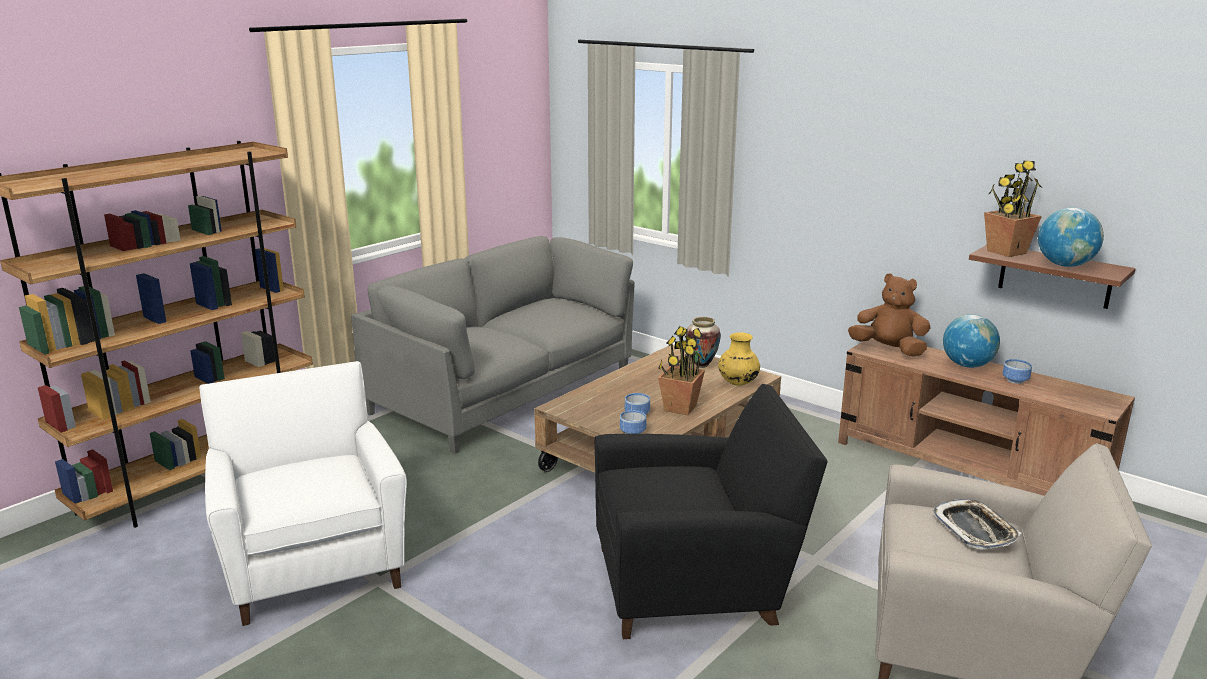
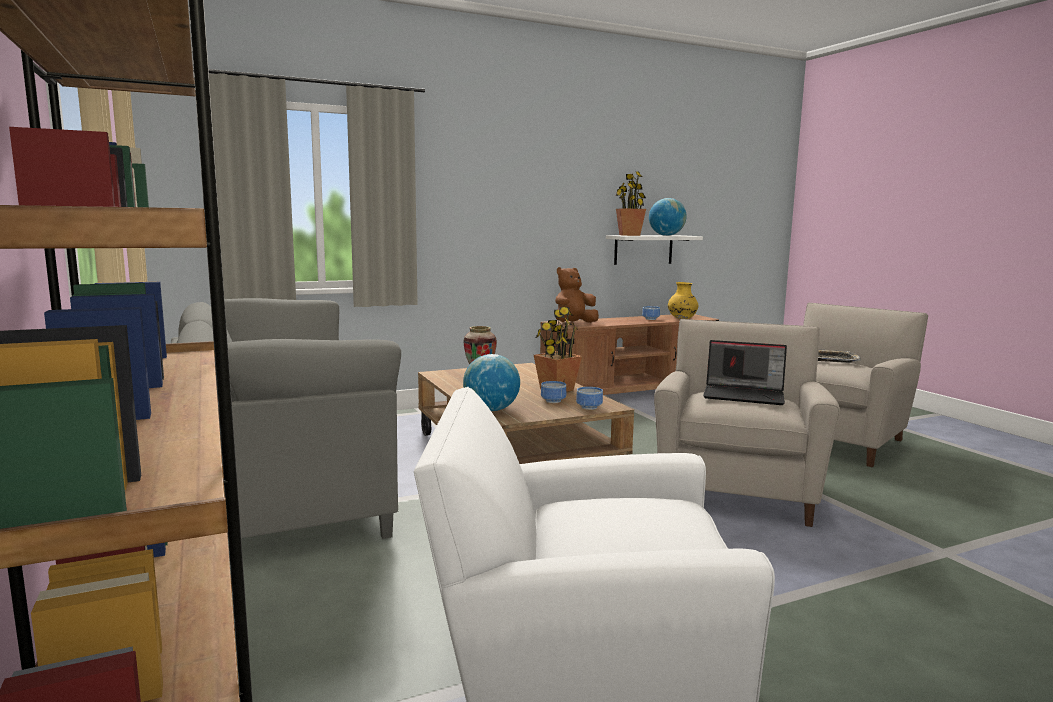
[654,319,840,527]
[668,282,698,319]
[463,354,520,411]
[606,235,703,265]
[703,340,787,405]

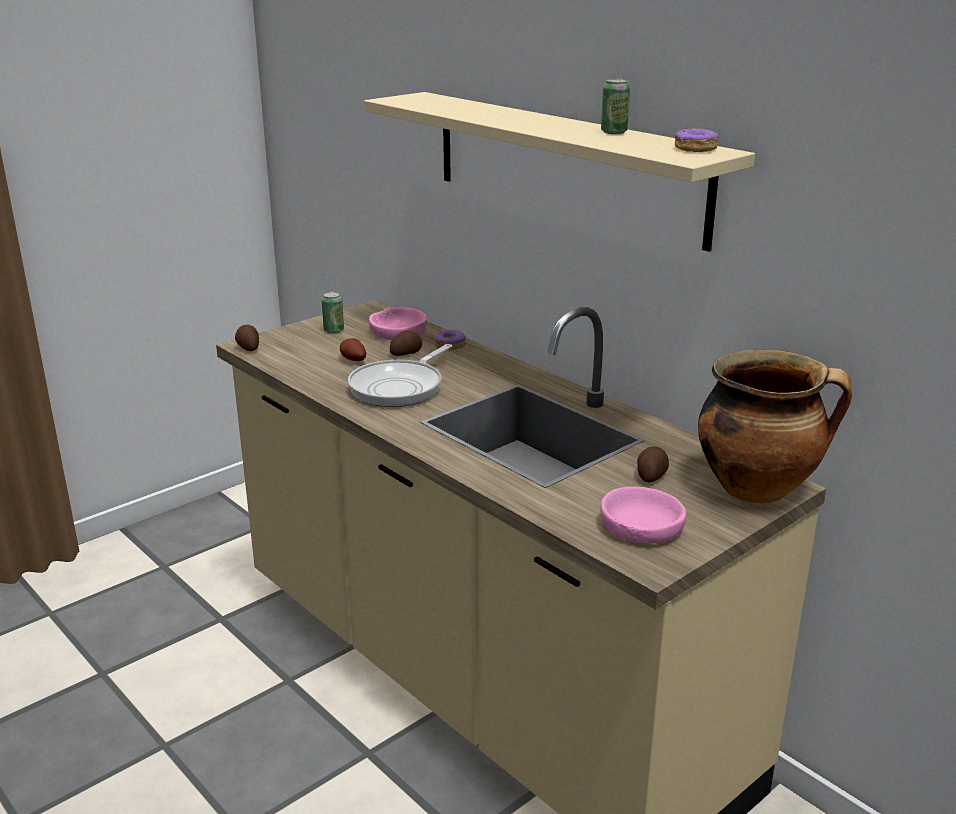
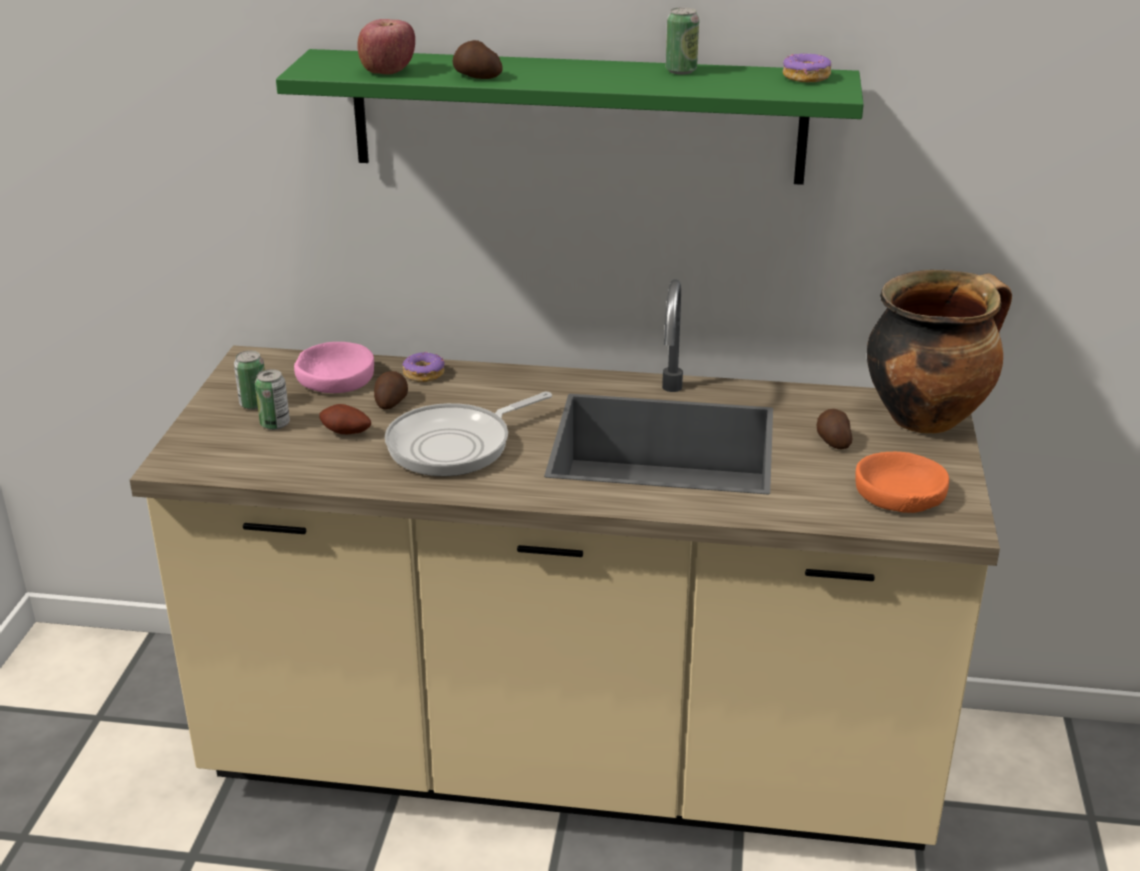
[452,40,503,79]
[385,392,552,476]
[276,49,864,185]
[855,452,949,513]
[255,369,290,430]
[357,19,415,75]

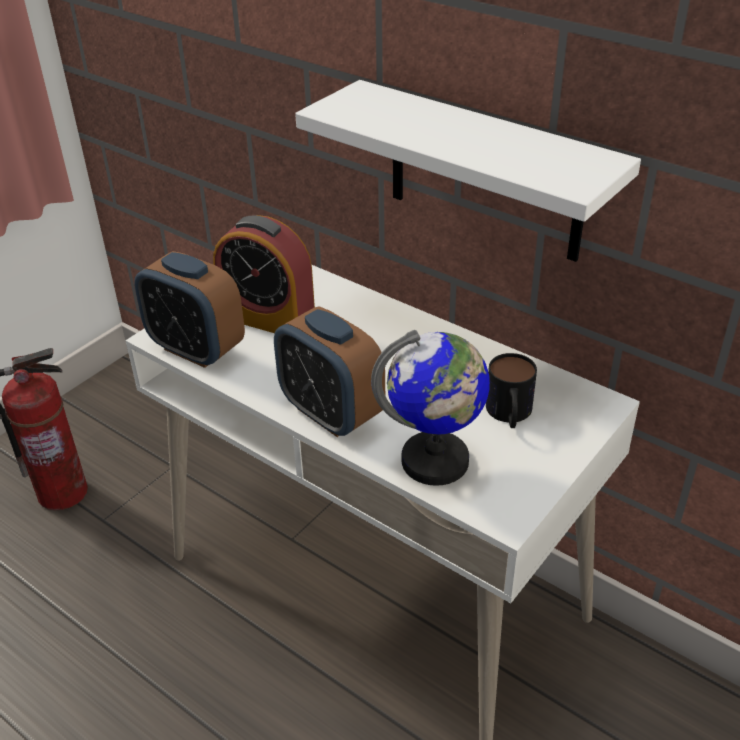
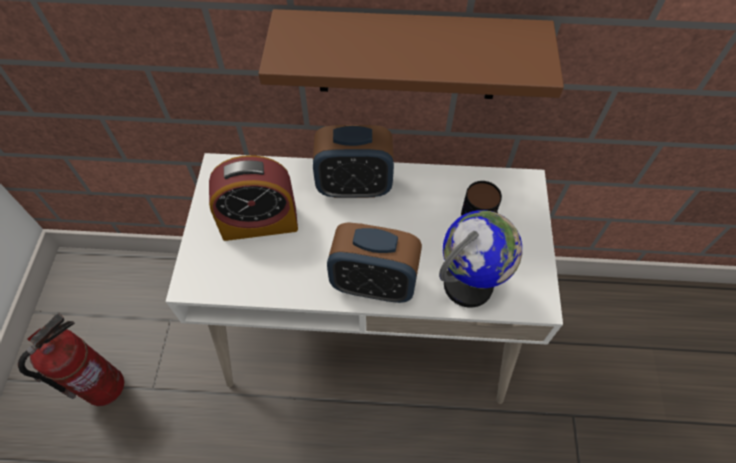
[313,125,394,198]
[258,9,564,99]

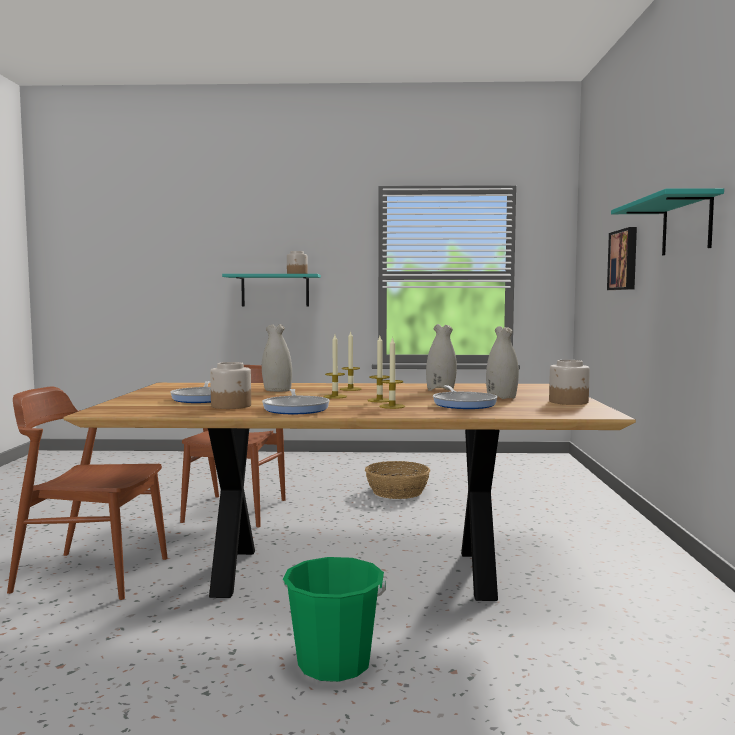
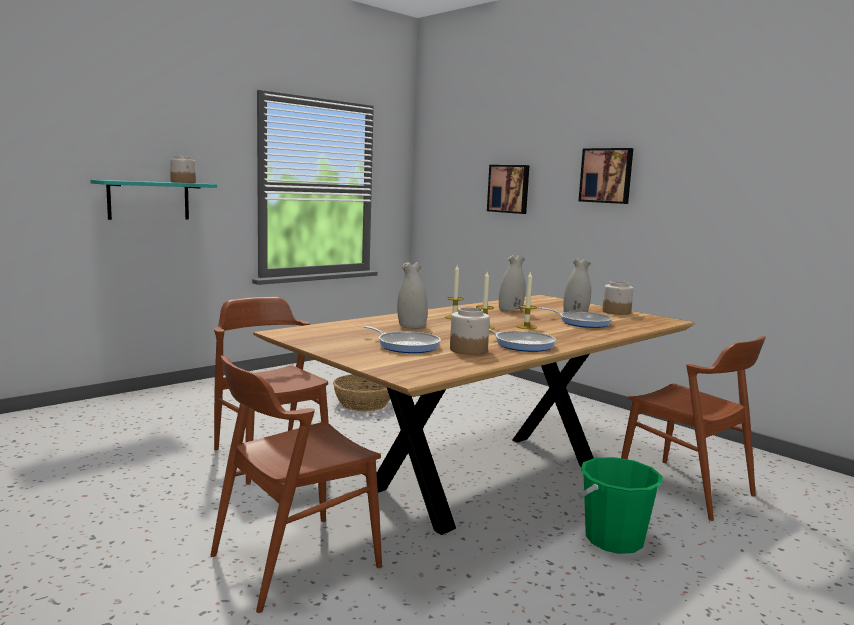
[379,337,405,409] (first image)
[579,148,633,204]
[621,336,766,521]

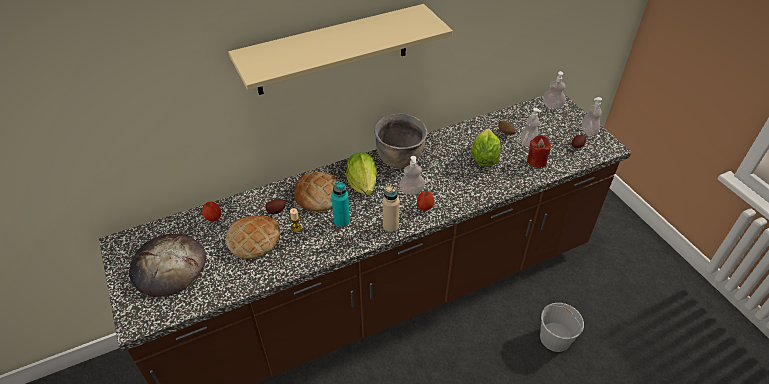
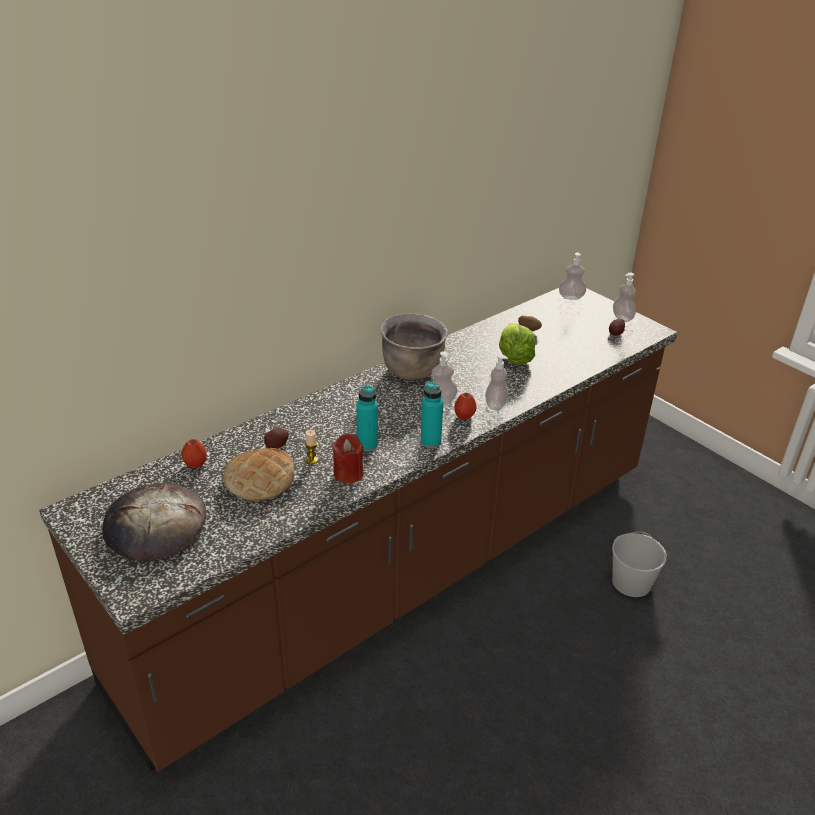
[228,4,453,95] (first image)
[294,172,340,211] (first image)
[346,152,377,195] (first image)
[421,381,443,448]
[485,354,508,410]
[332,434,363,483]

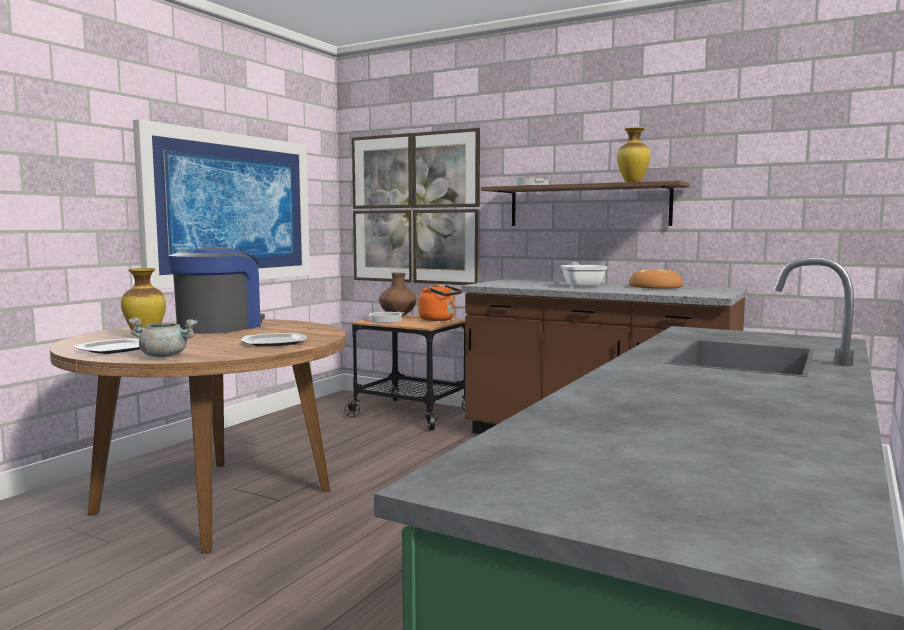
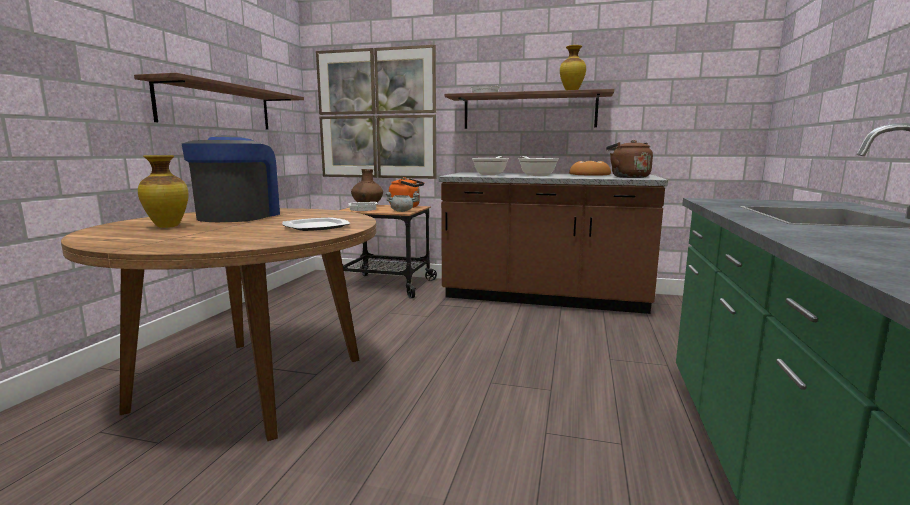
[74,338,140,354] (first image)
[385,192,419,212]
[134,73,304,130]
[472,156,509,175]
[606,140,653,178]

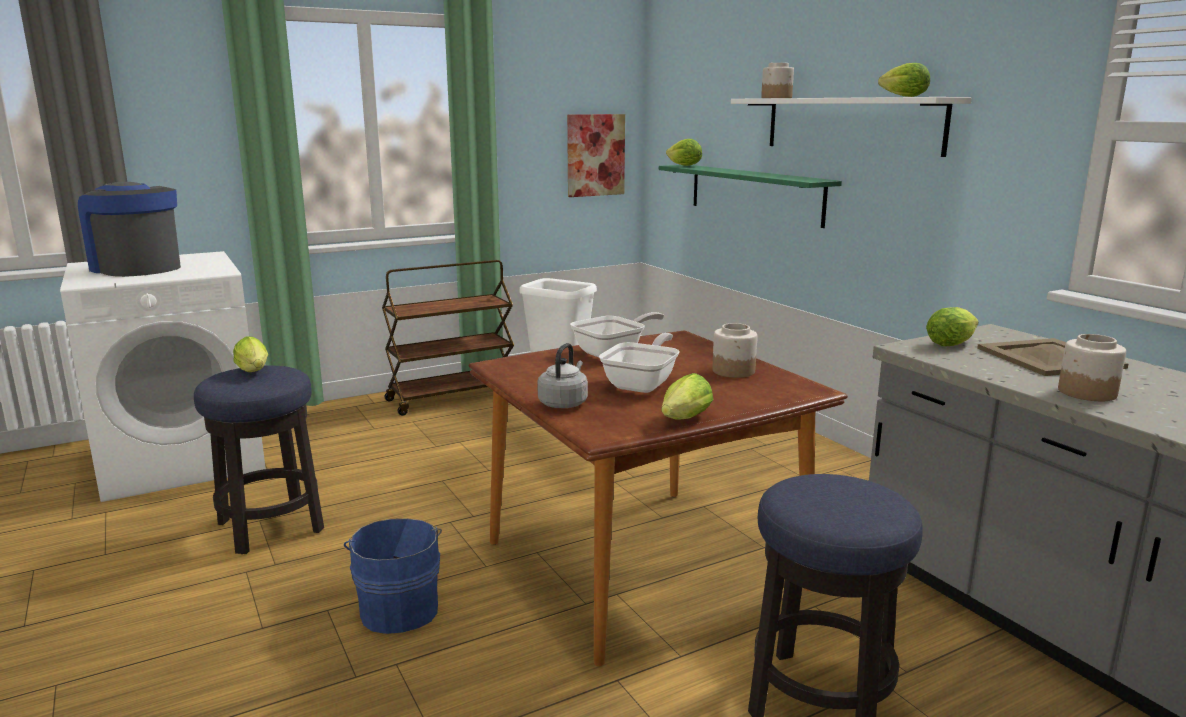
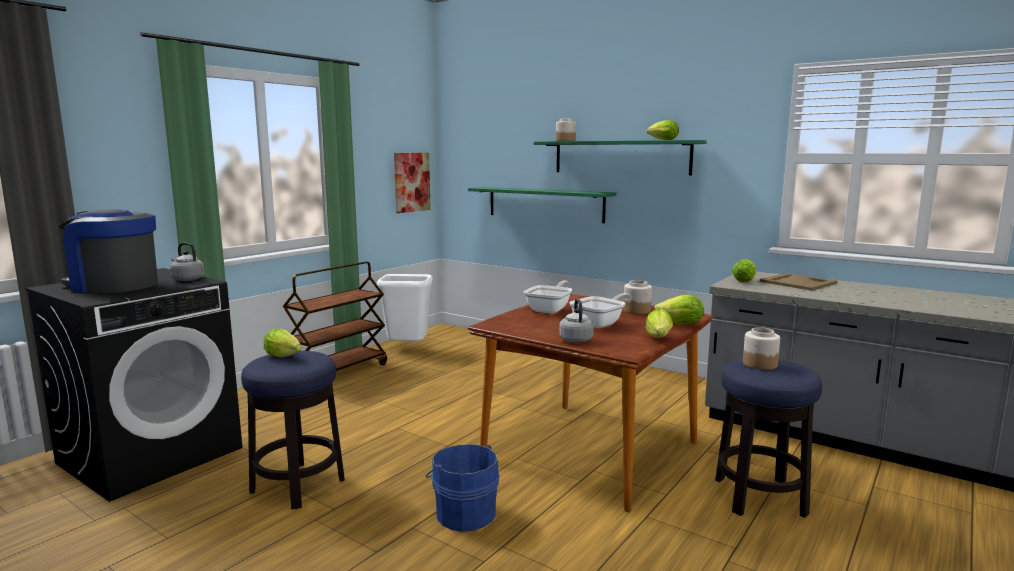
[25,268,242,502]
[569,293,632,328]
[654,295,704,324]
[534,140,707,175]
[743,327,780,370]
[170,243,204,281]

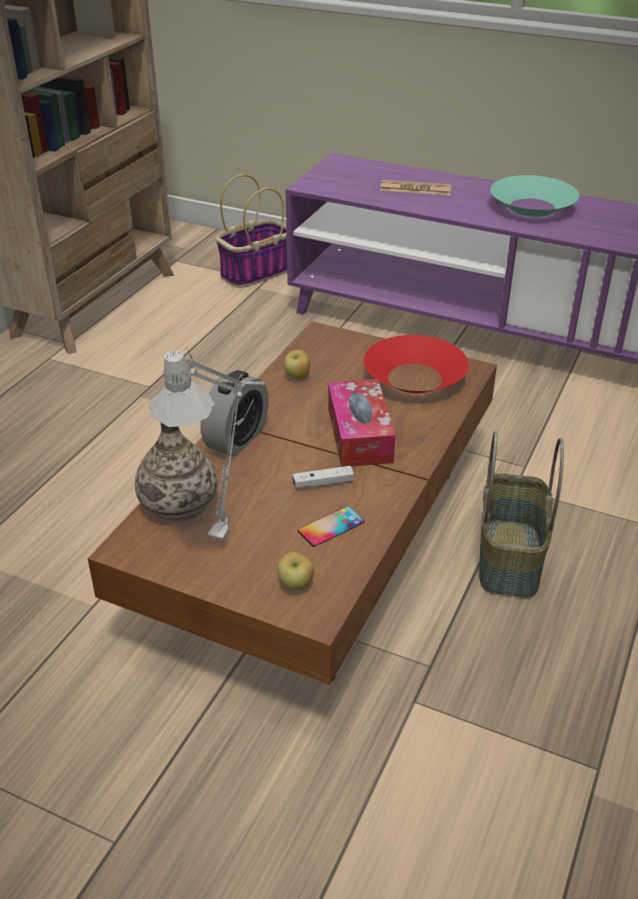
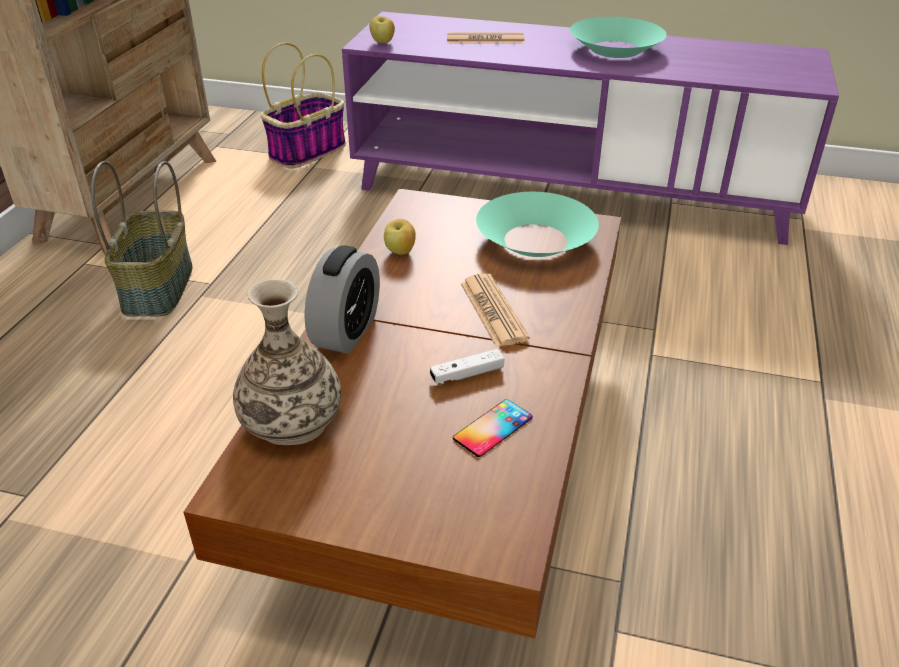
[151,346,265,539] (first image)
[370,16,395,44]
[460,274,530,347]
[476,192,599,257]
[91,161,193,316]

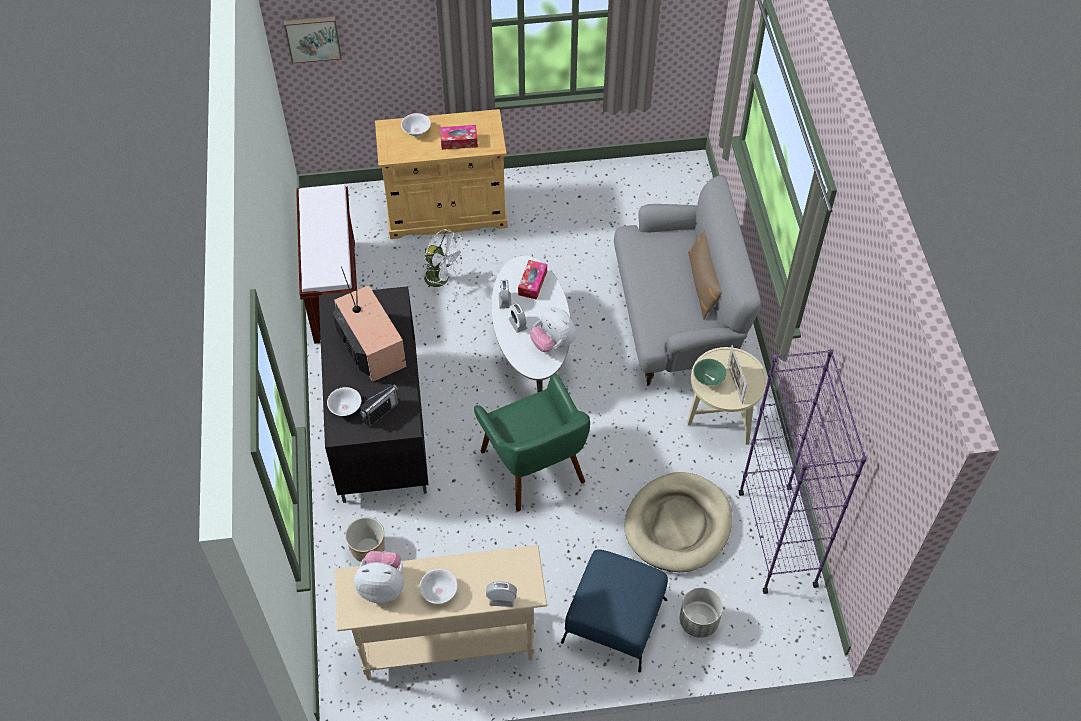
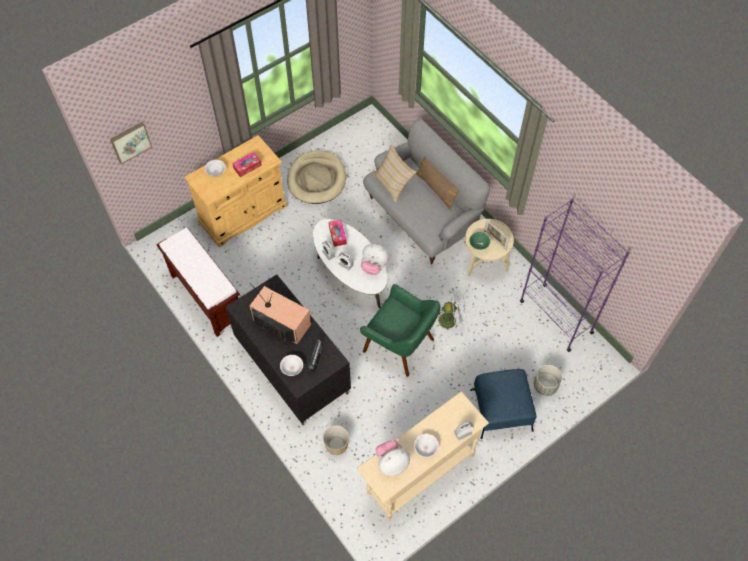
[438,288,466,335]
[287,151,346,204]
[372,144,416,203]

